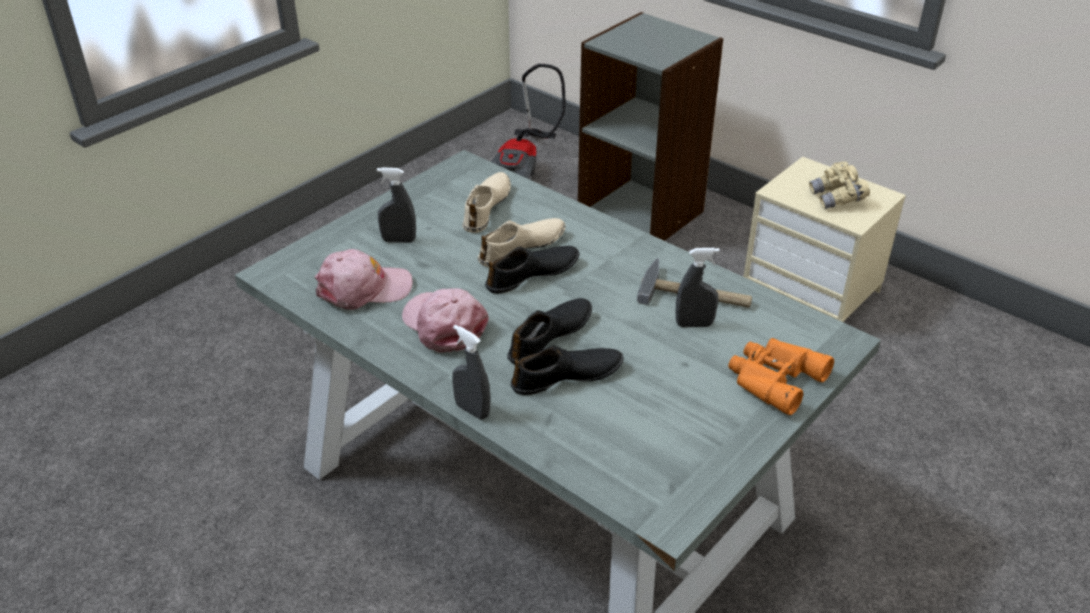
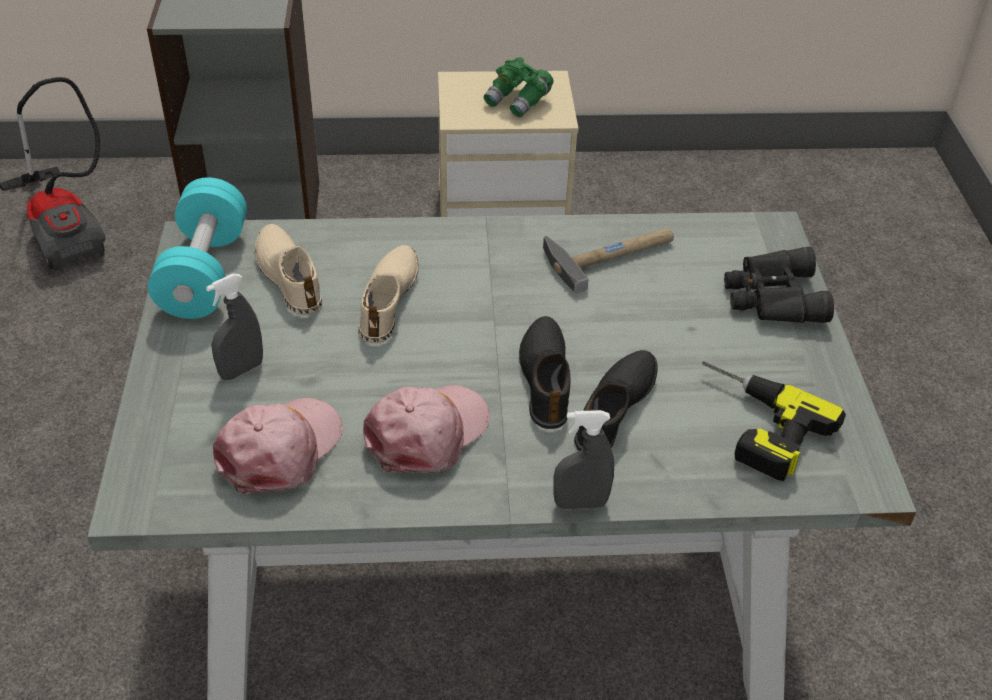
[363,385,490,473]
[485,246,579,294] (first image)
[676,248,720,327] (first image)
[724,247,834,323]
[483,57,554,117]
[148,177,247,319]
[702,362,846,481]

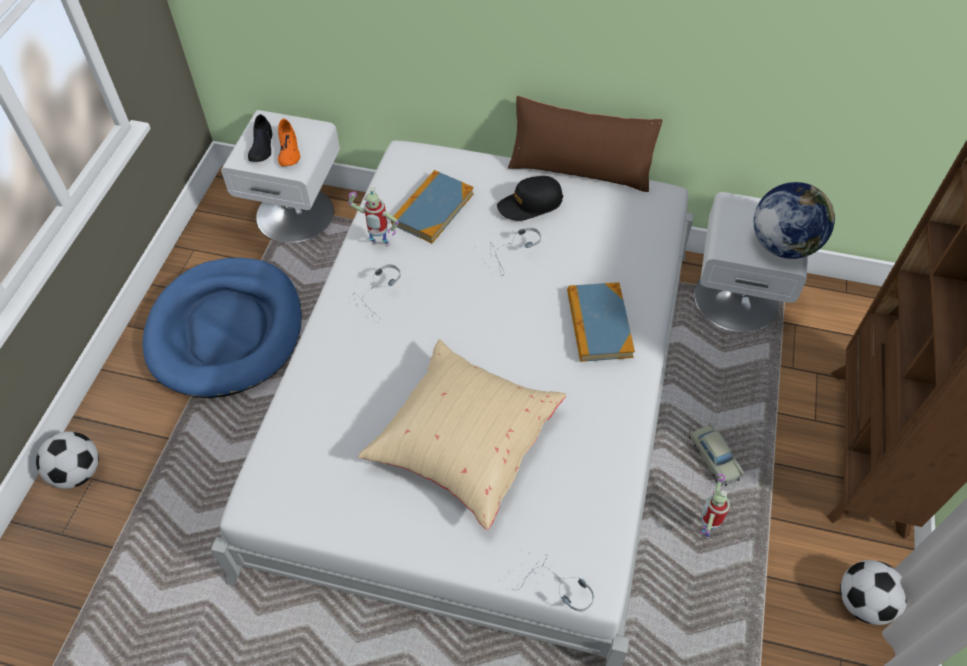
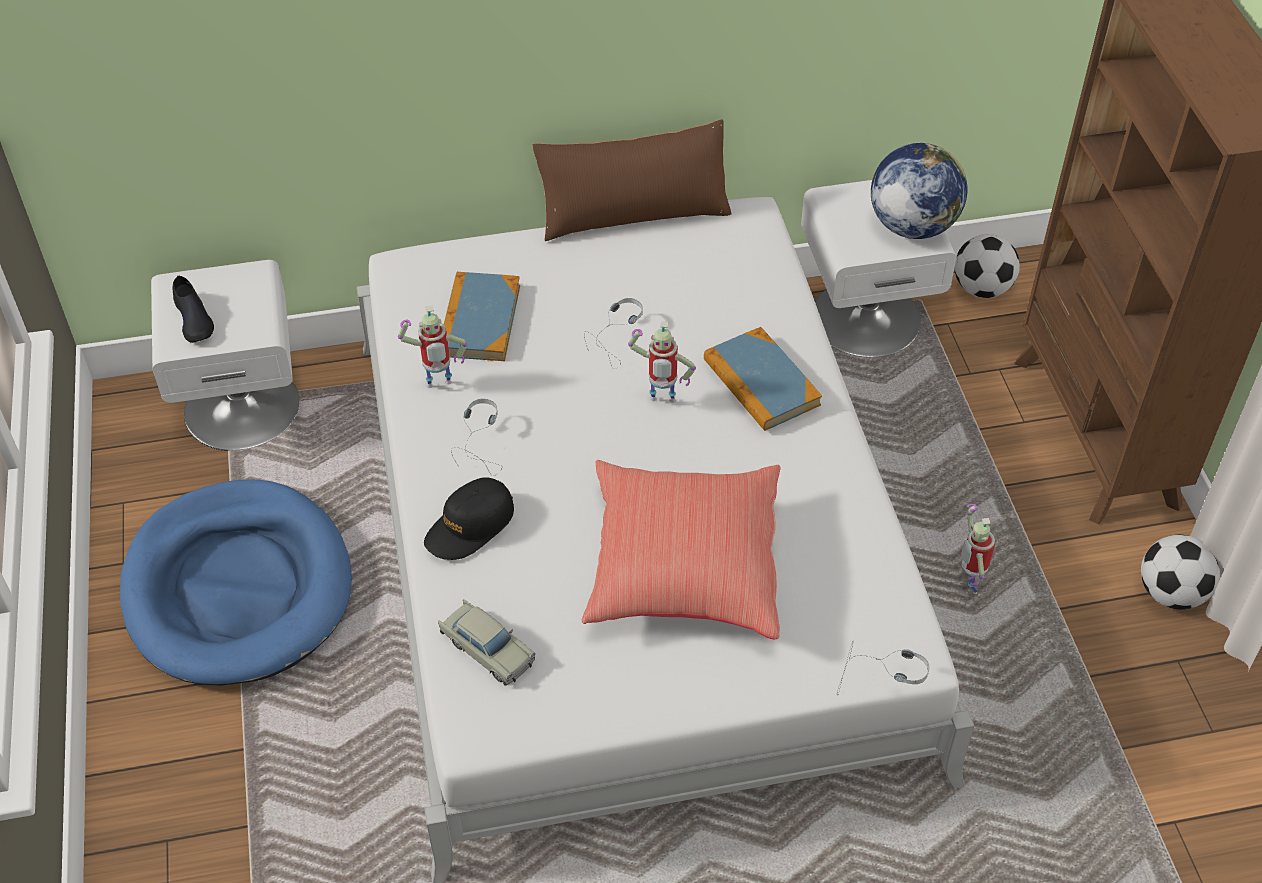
[955,234,1020,298]
[278,119,300,166] (first image)
[582,460,781,639]
[424,477,514,560]
[438,599,536,686]
[628,321,696,403]

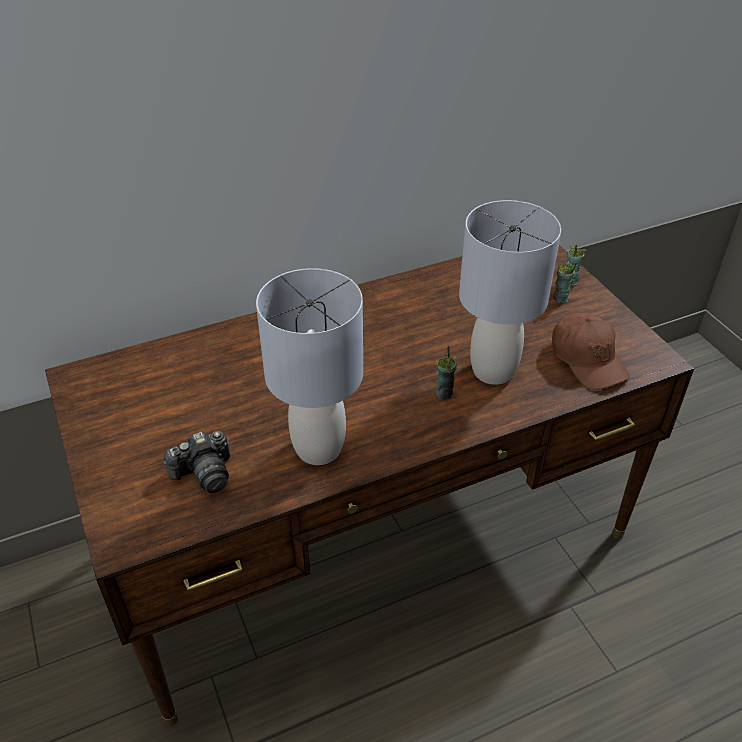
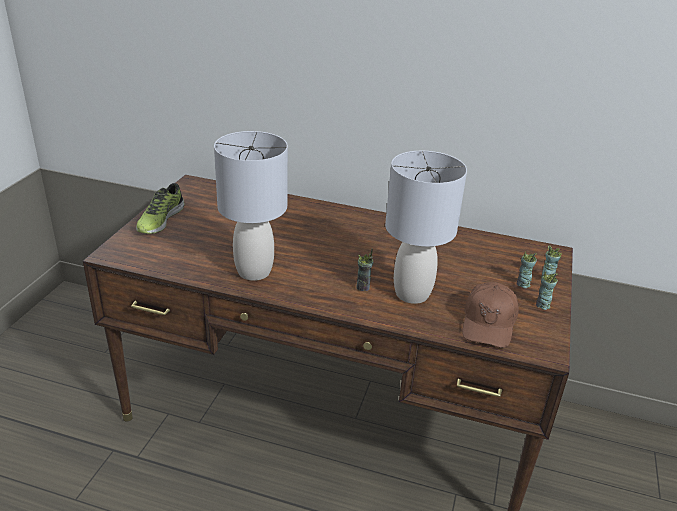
[163,431,230,493] (first image)
[136,183,185,234]
[536,271,558,310]

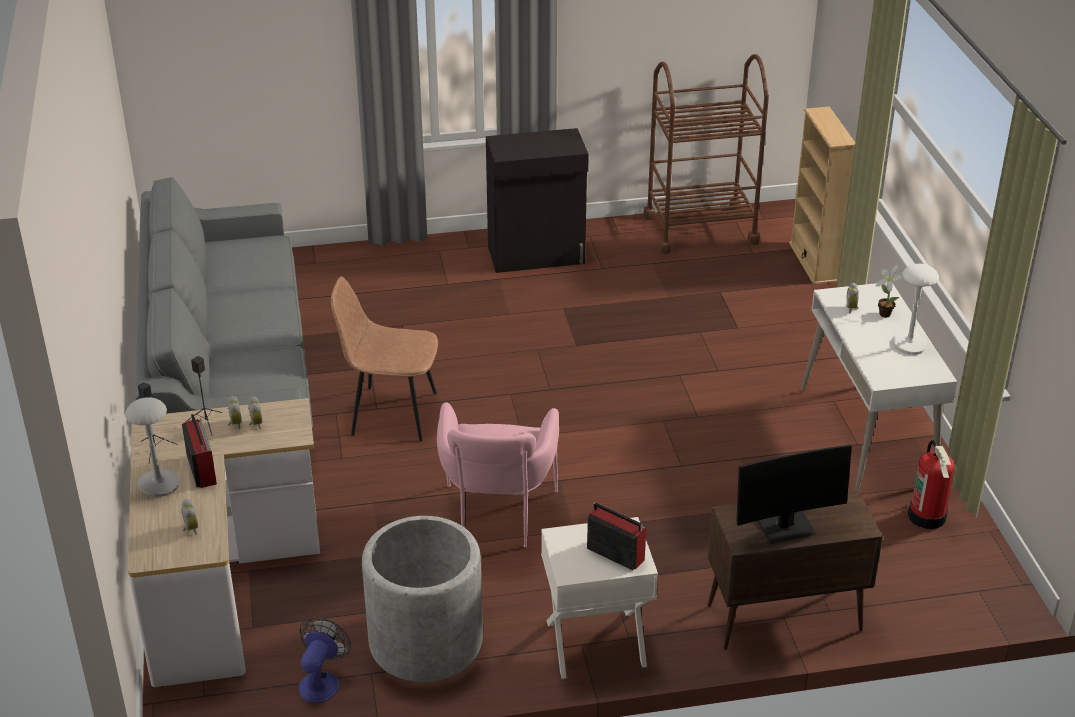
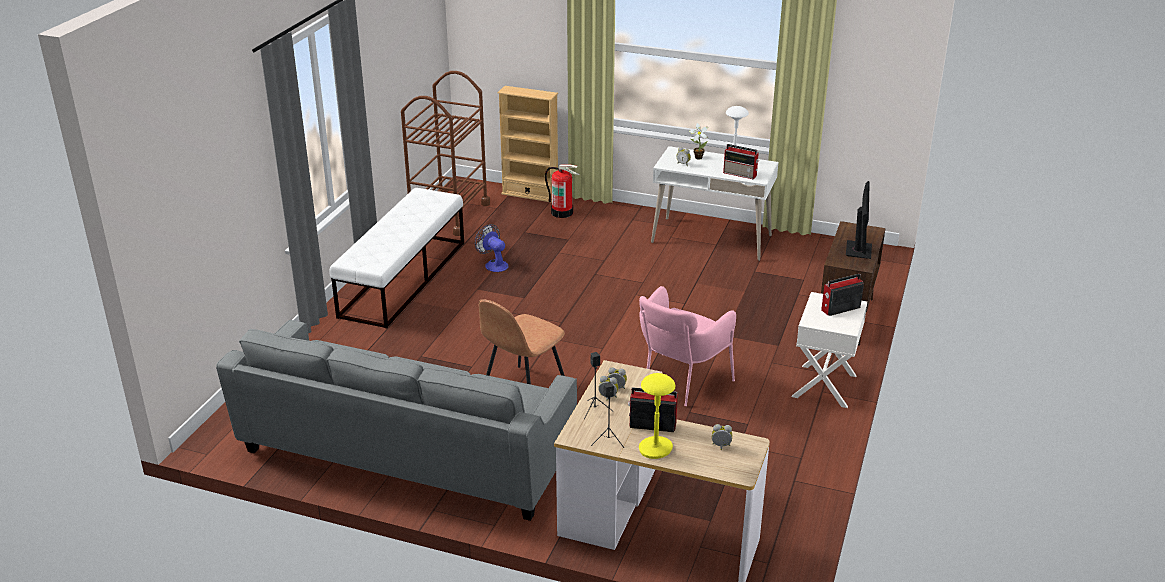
[639,373,676,459]
[475,224,509,272]
[362,516,483,682] (first image)
[639,286,736,406]
[330,188,464,328]
[545,164,580,218]
[723,144,759,179]

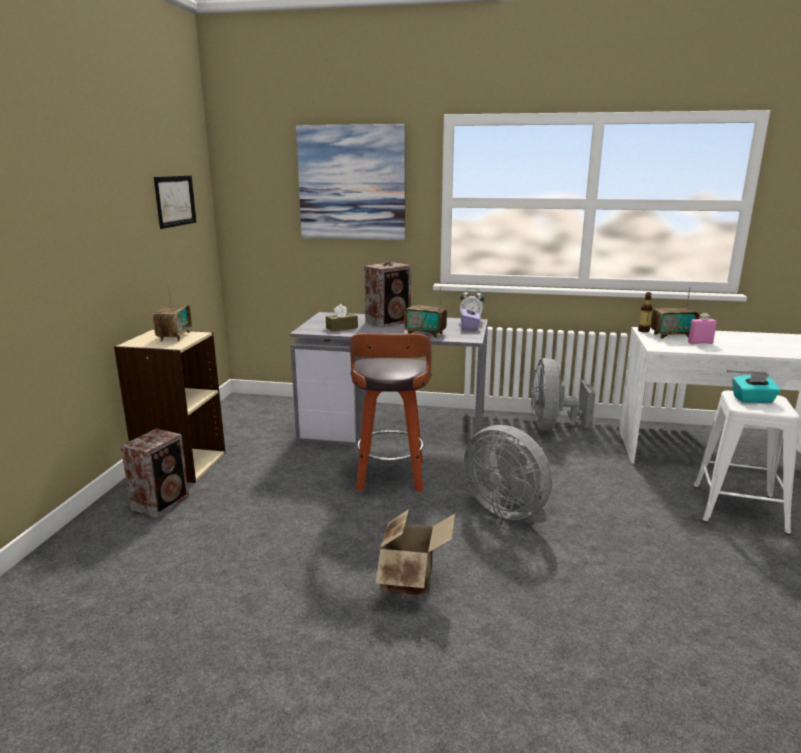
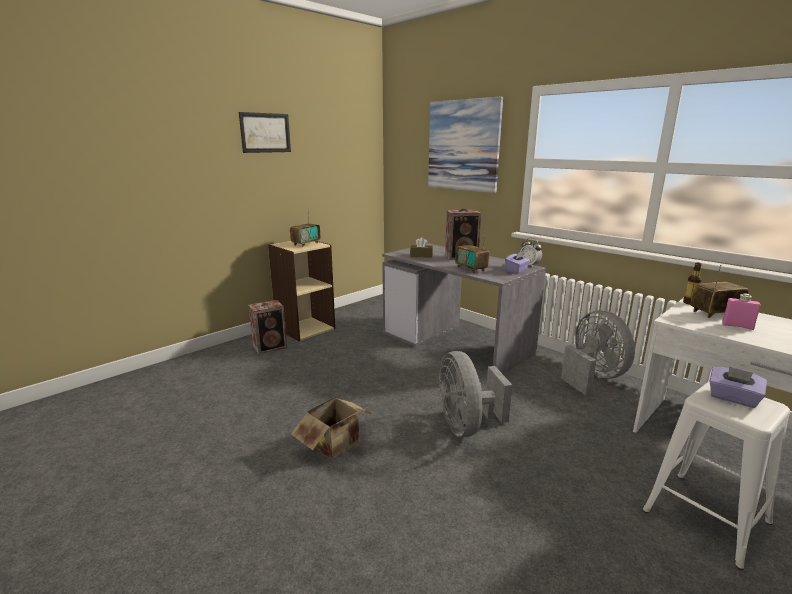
[239,112,291,153]
[350,333,432,492] (first image)
[561,311,635,396]
[691,265,749,318]
[710,366,767,408]

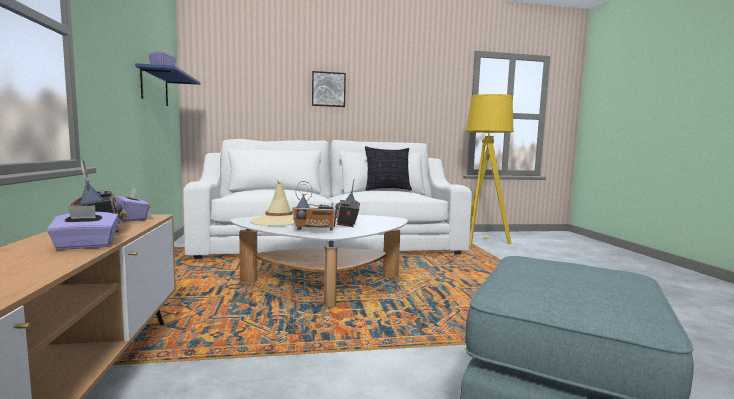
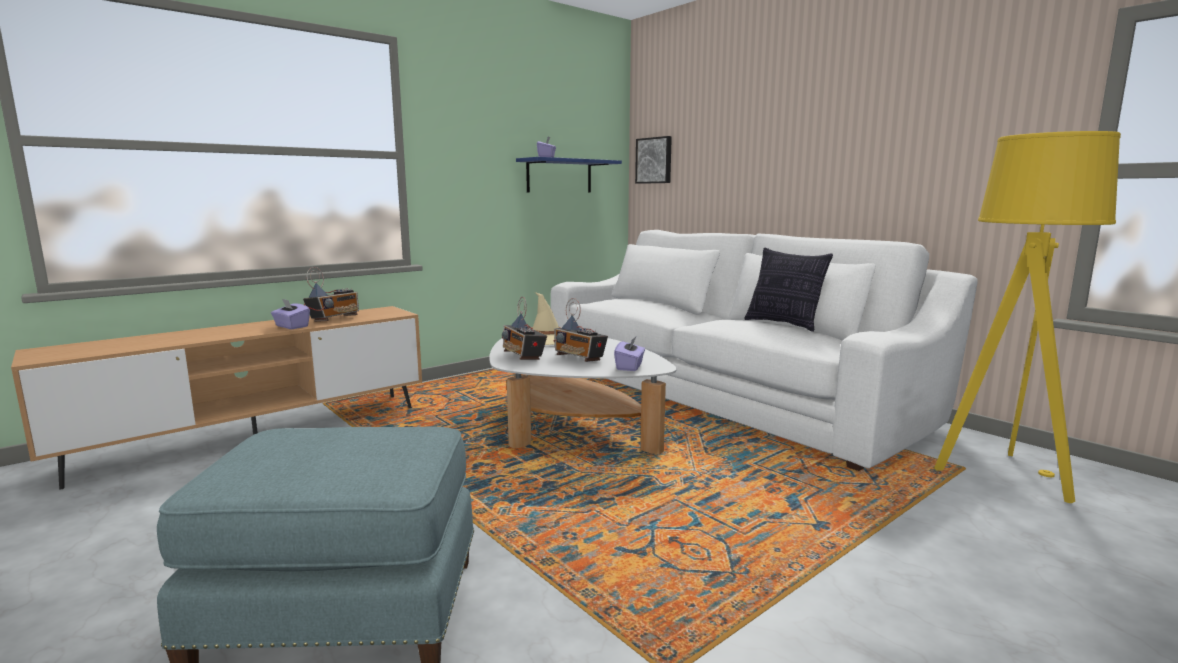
[614,336,645,371]
[635,136,672,184]
[554,298,608,362]

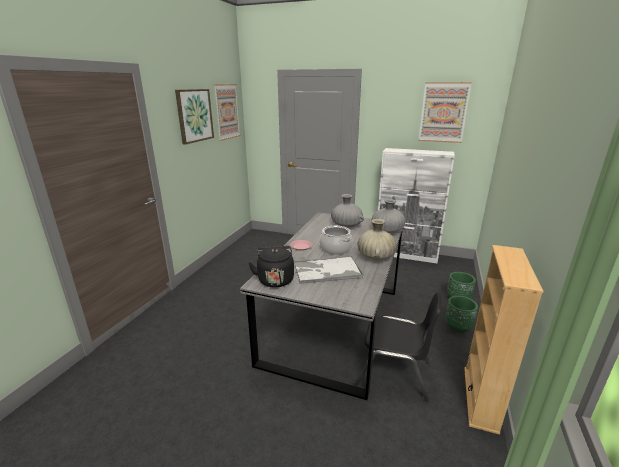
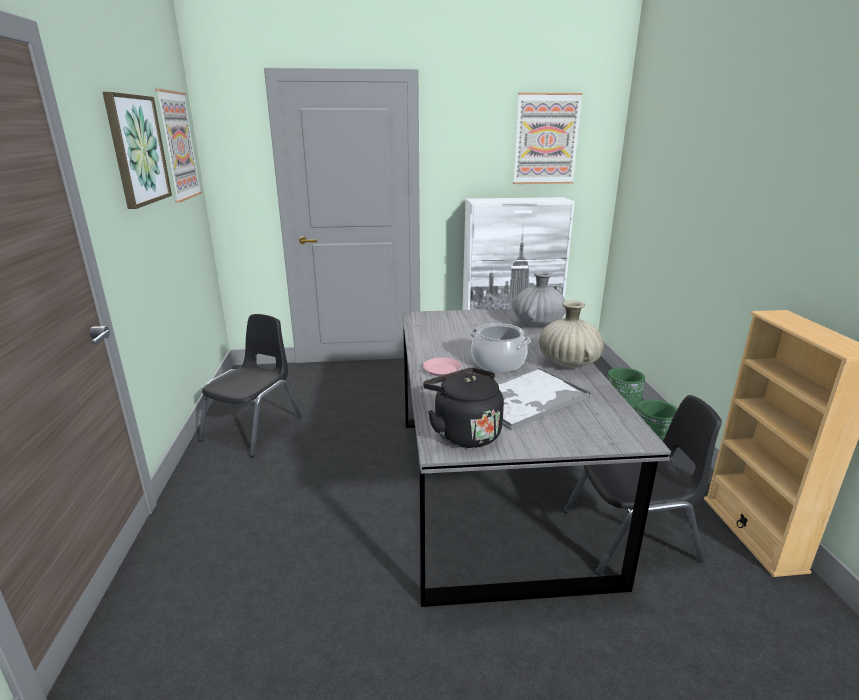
[331,194,364,228] (first image)
[199,314,302,457]

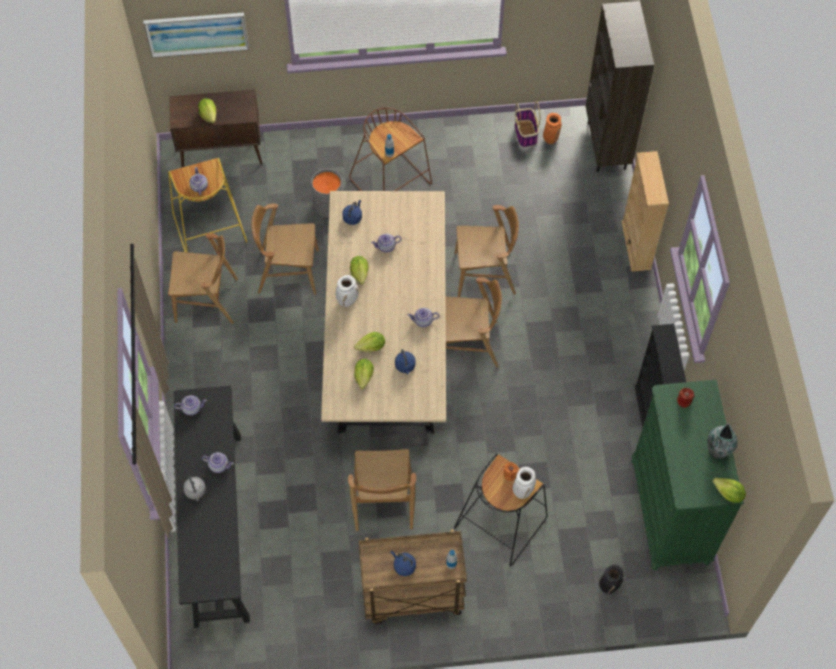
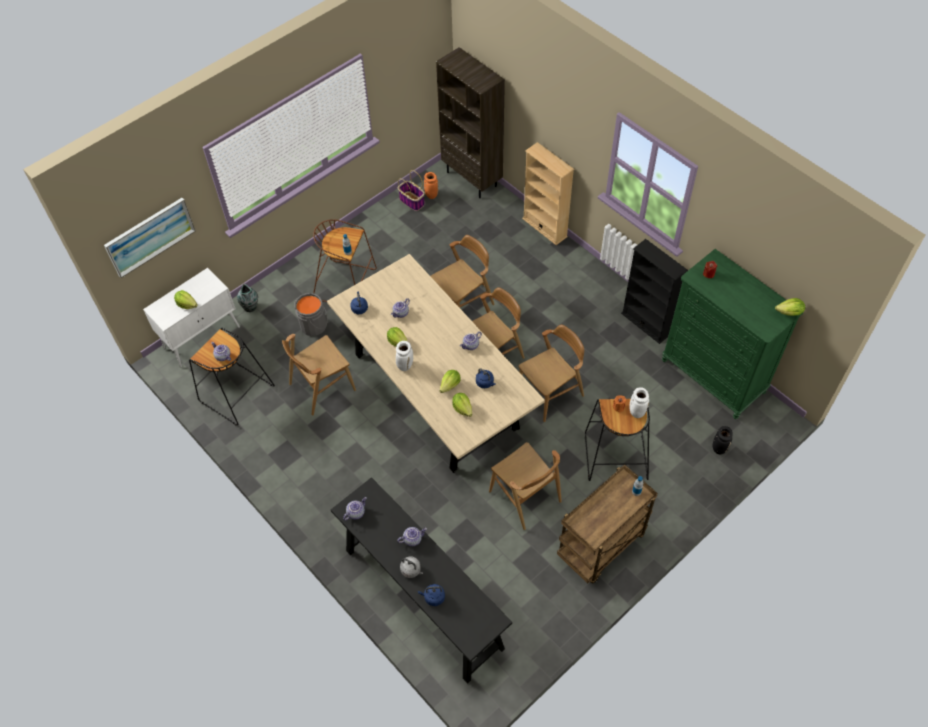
[189,328,275,425]
[519,325,584,422]
[143,268,240,367]
[418,584,445,606]
[237,284,258,312]

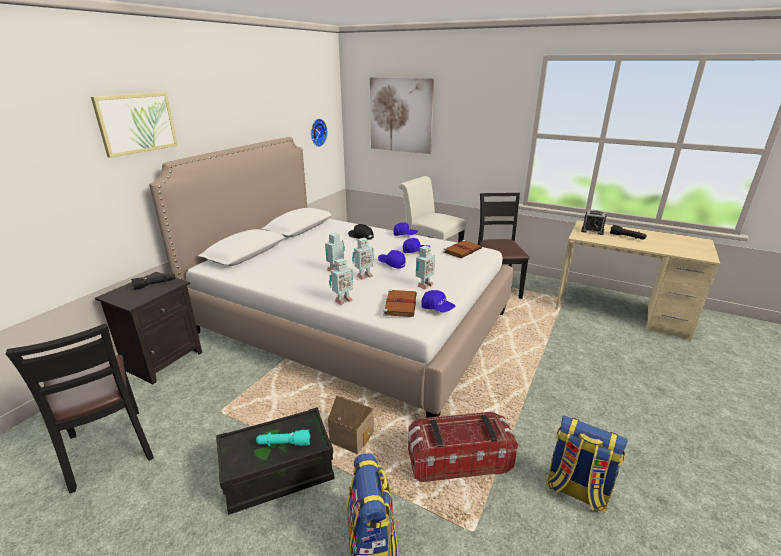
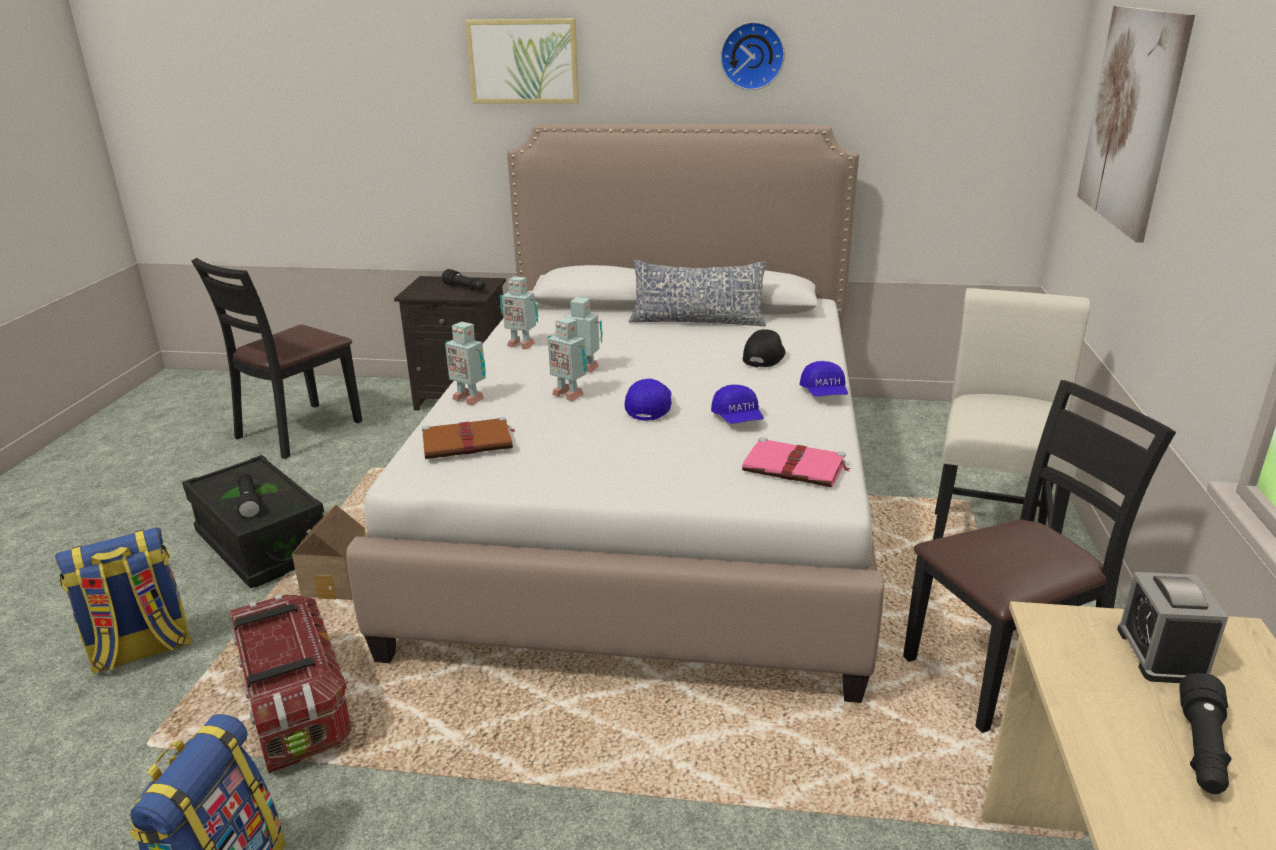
[237,474,261,519]
[720,22,785,90]
[500,276,538,349]
[421,290,455,313] (first image)
[742,438,851,488]
[629,260,767,326]

